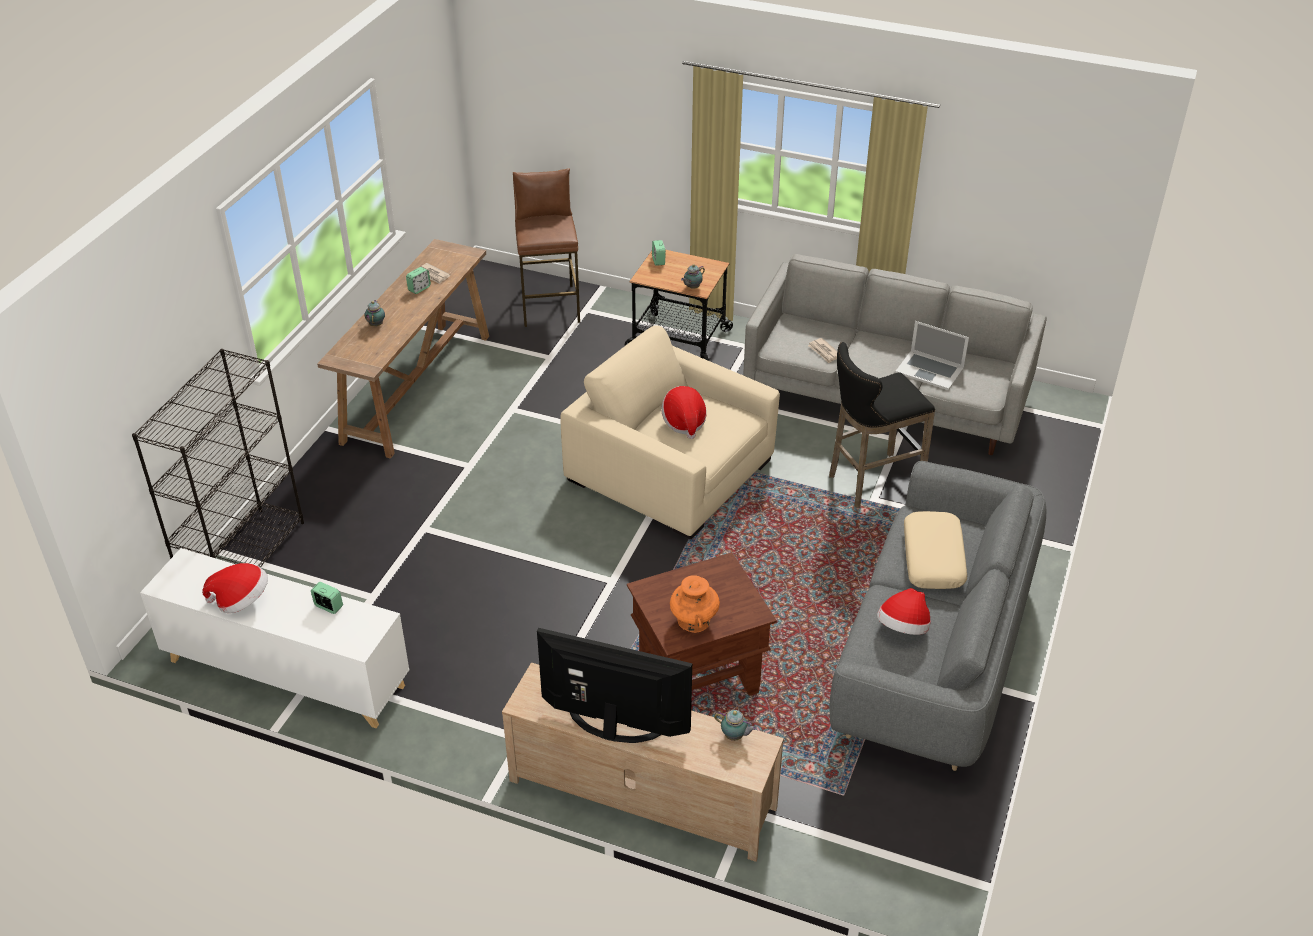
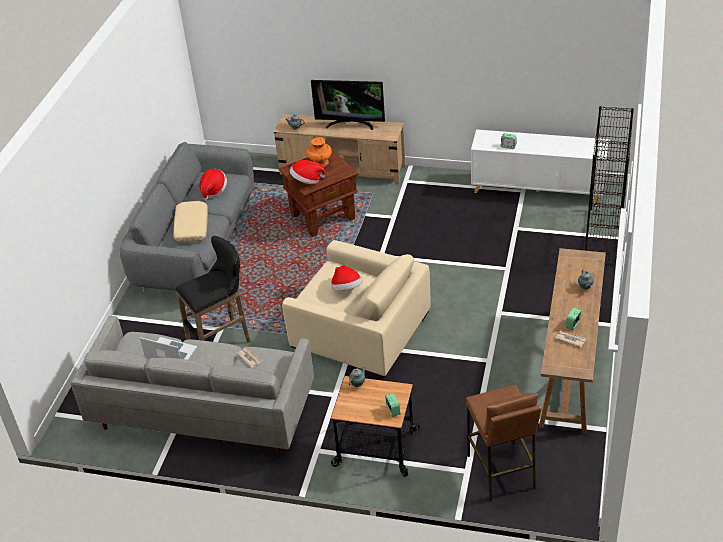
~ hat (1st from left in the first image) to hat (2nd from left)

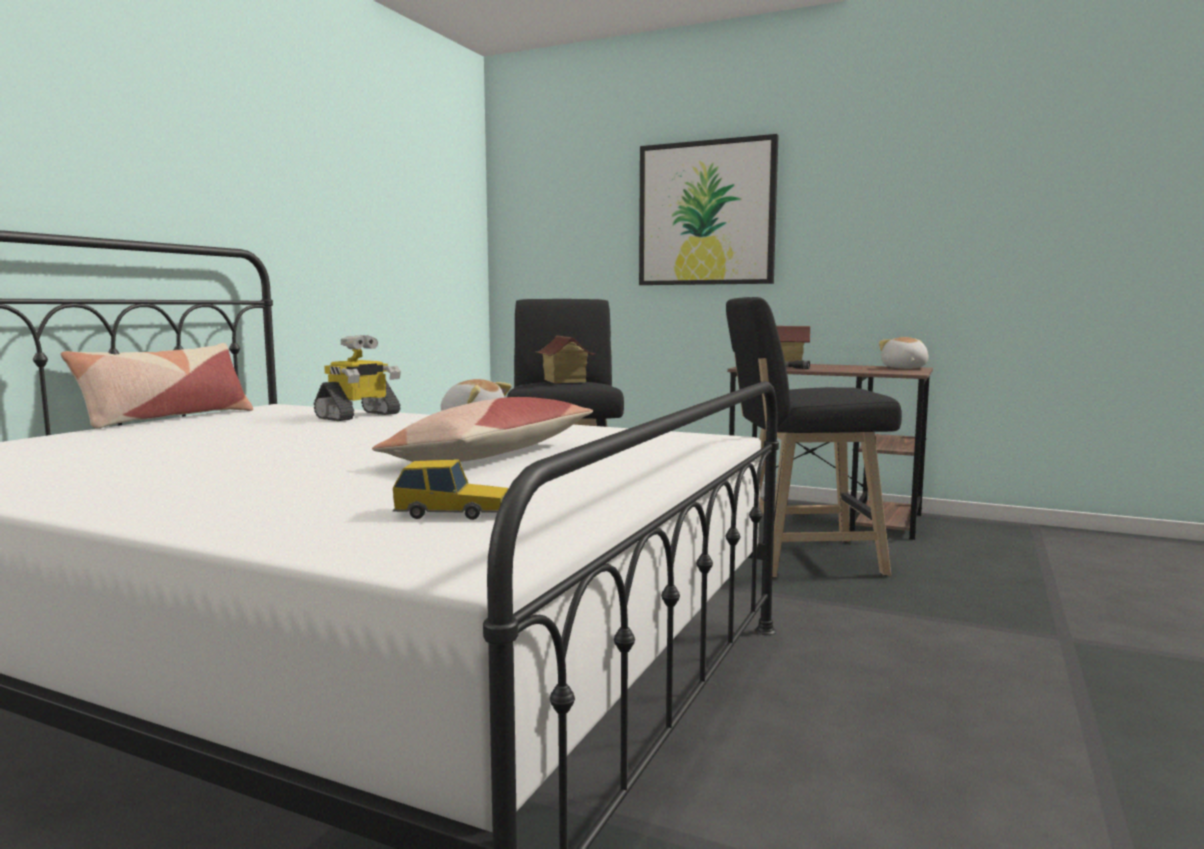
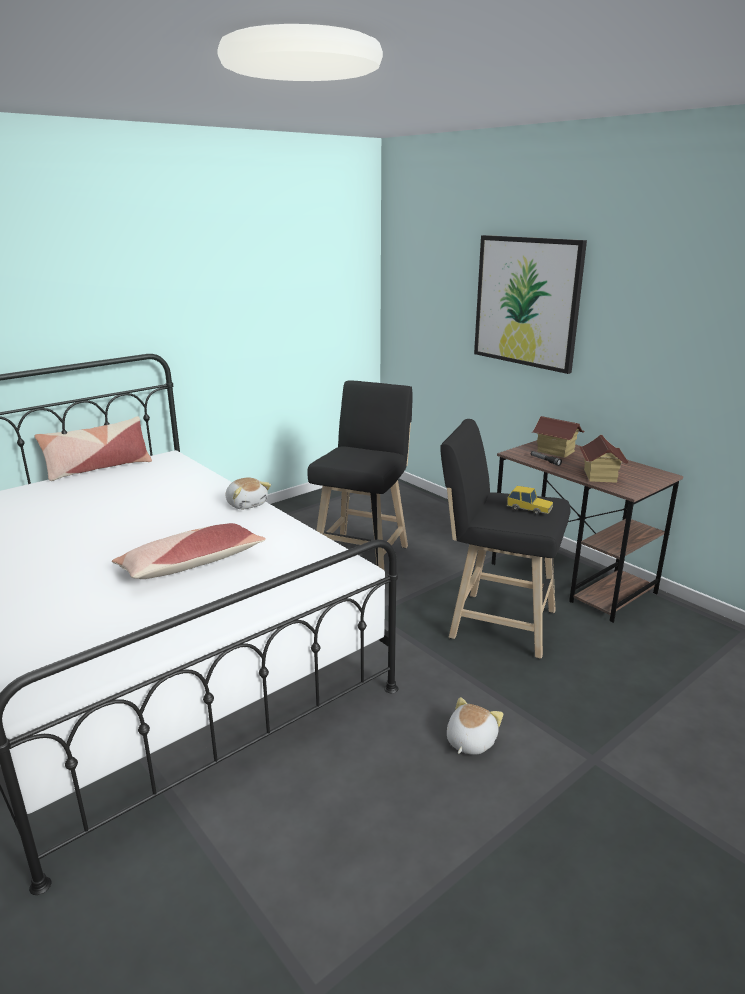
- toy robot
~ toy house (1st from left in the first image) to toy house (2nd from left)
~ plush toy (2nd from left)
~ toy car

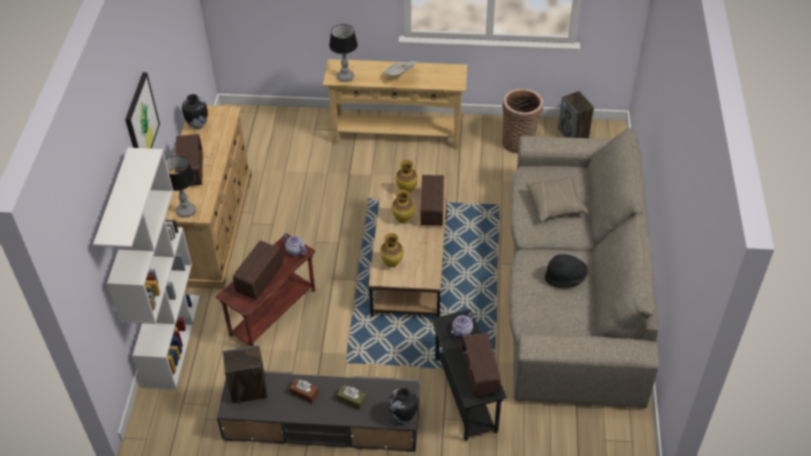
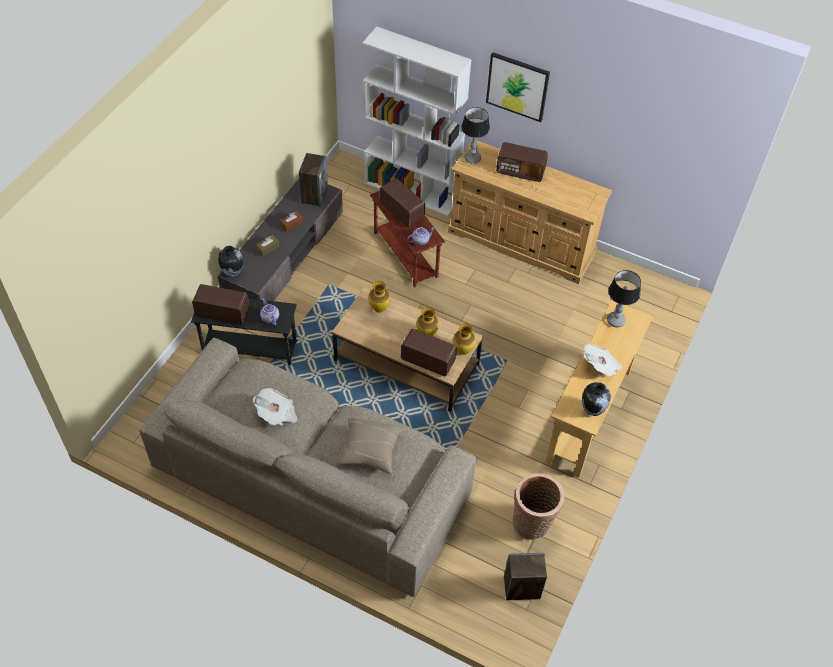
~ vase (1st from left in the first image) to vase (5th from left)
~ black hat to newspaper (1st from left)

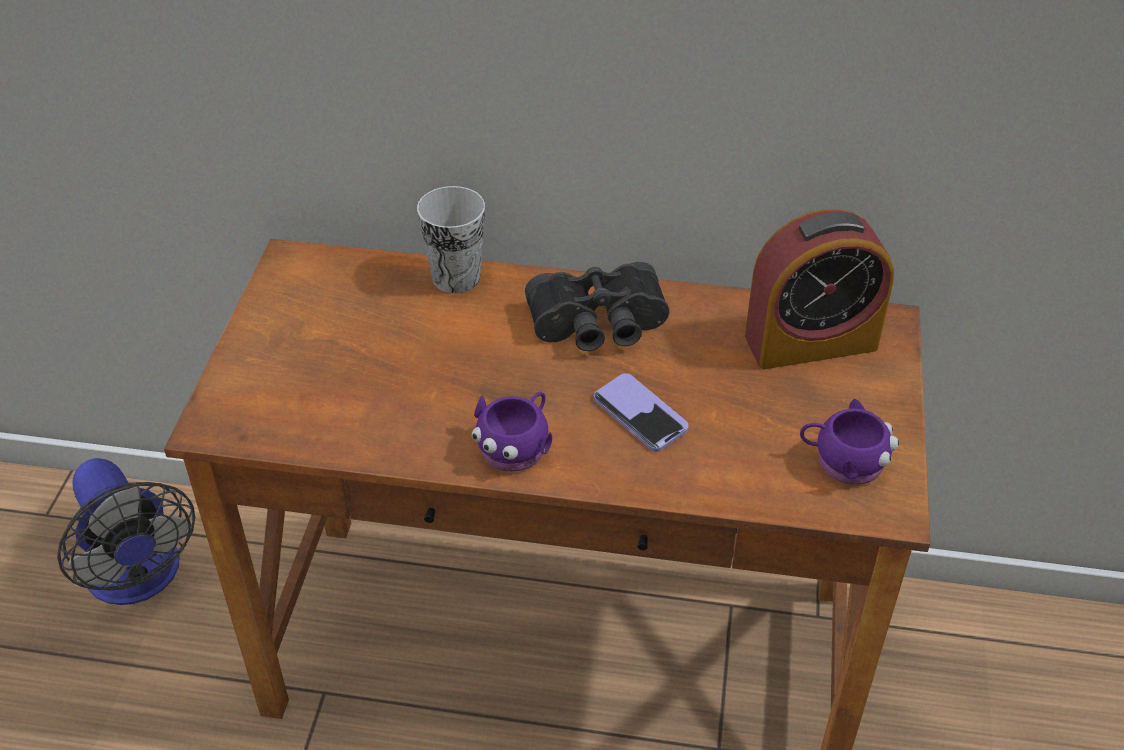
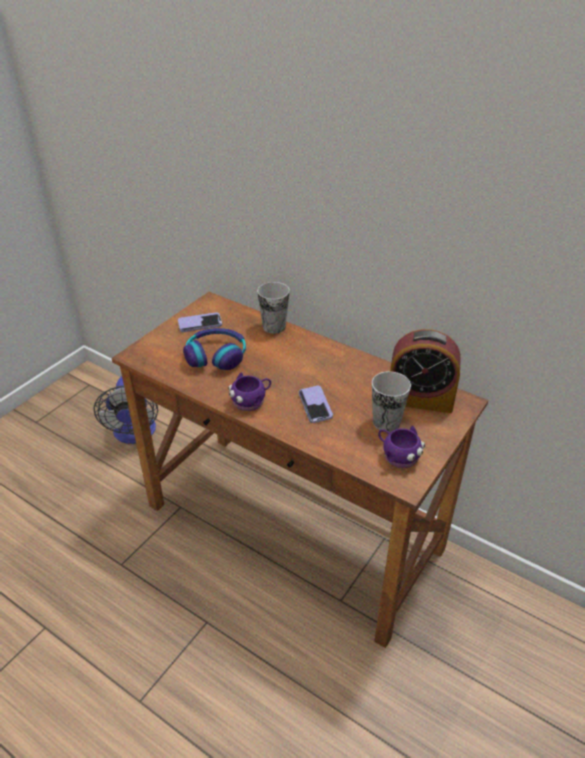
- black binoculars
+ phone (1st from left)
+ headphones
+ cup (2nd from left)

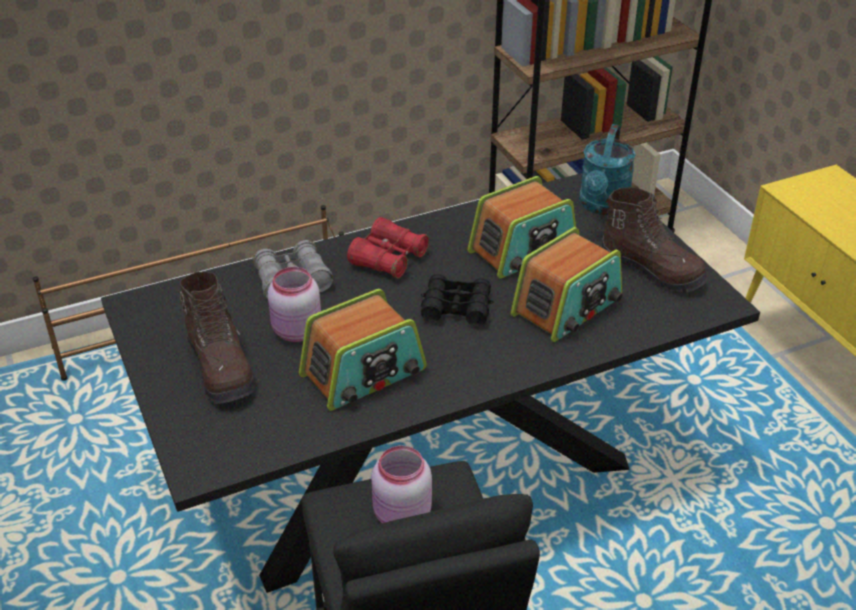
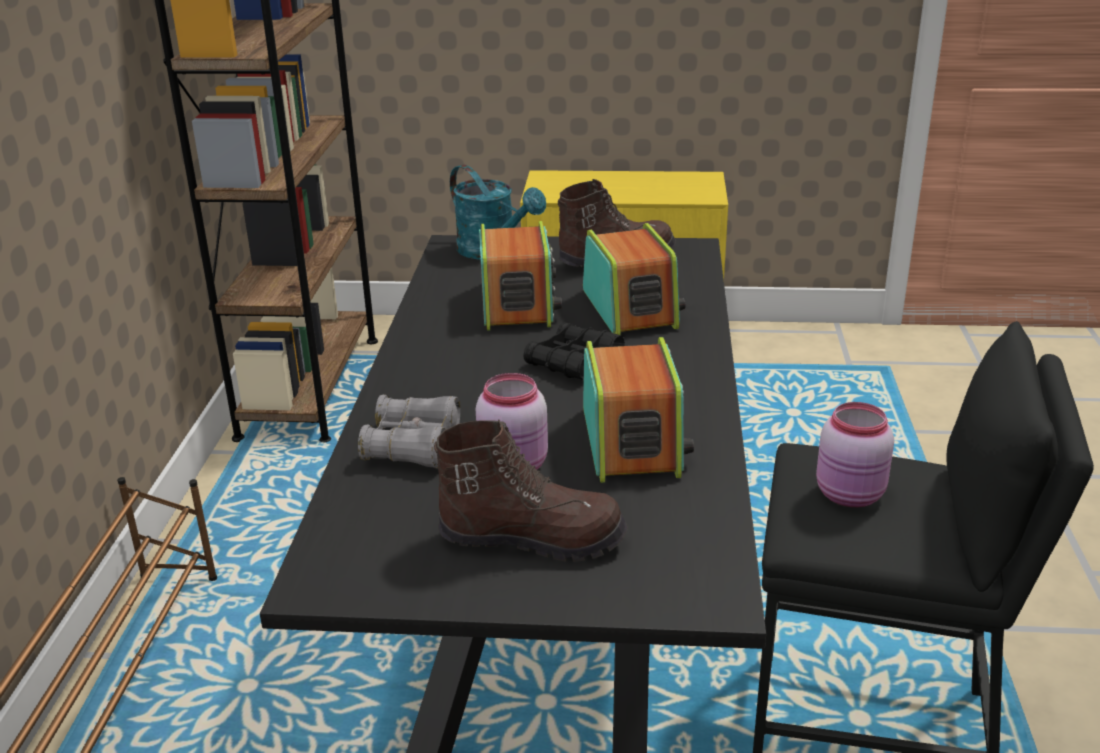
- red binoculars

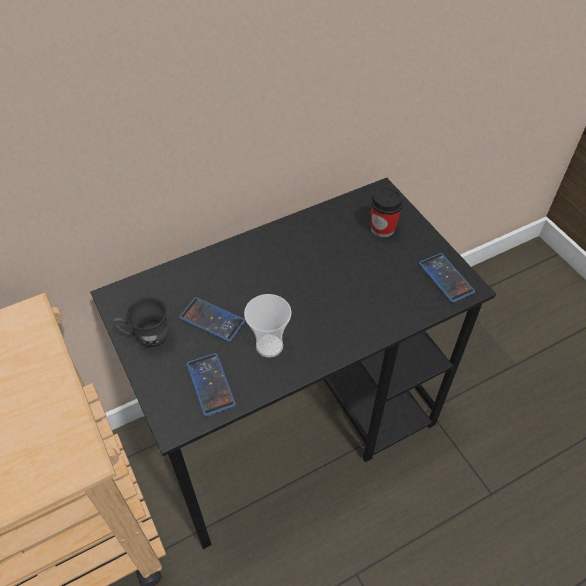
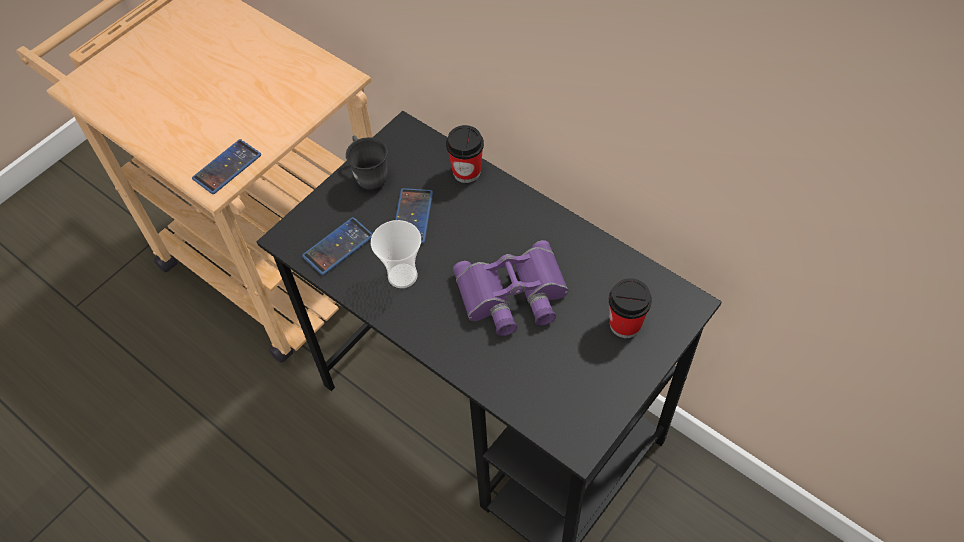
~ phone (3rd from left in the first image) to phone (1st from left)
+ cup (2nd from left)
+ purple binoculars

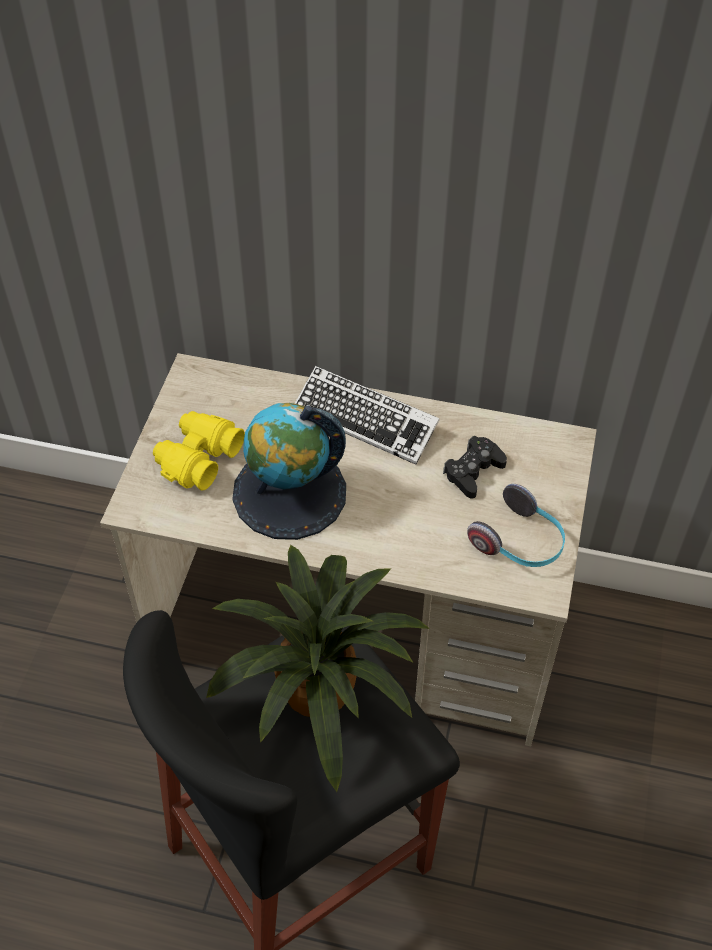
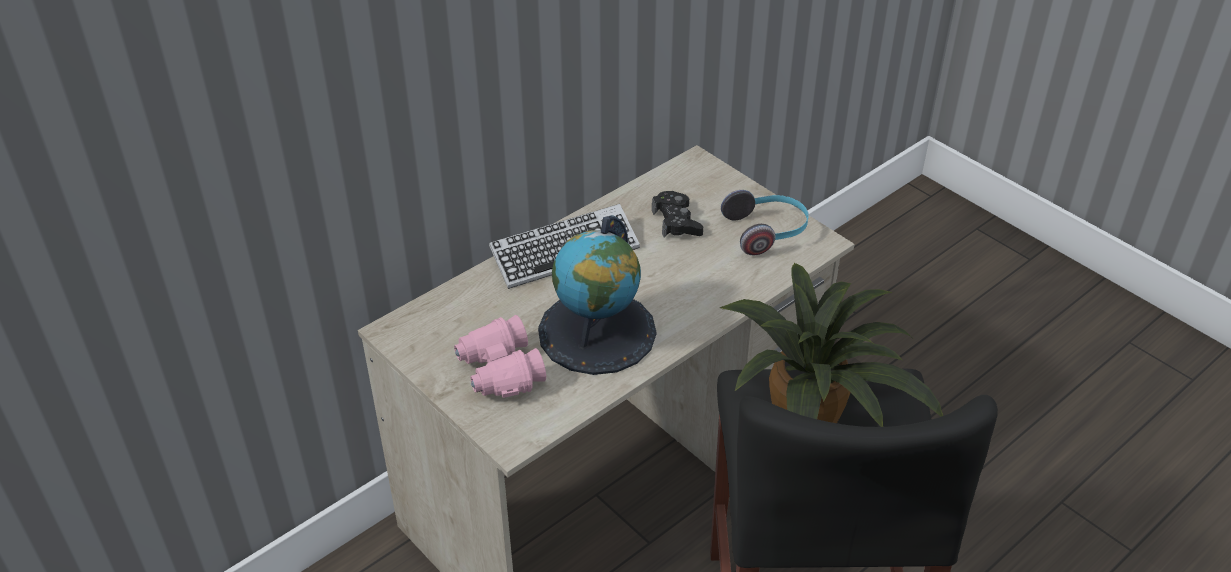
~ yellow binoculars to pink binoculars

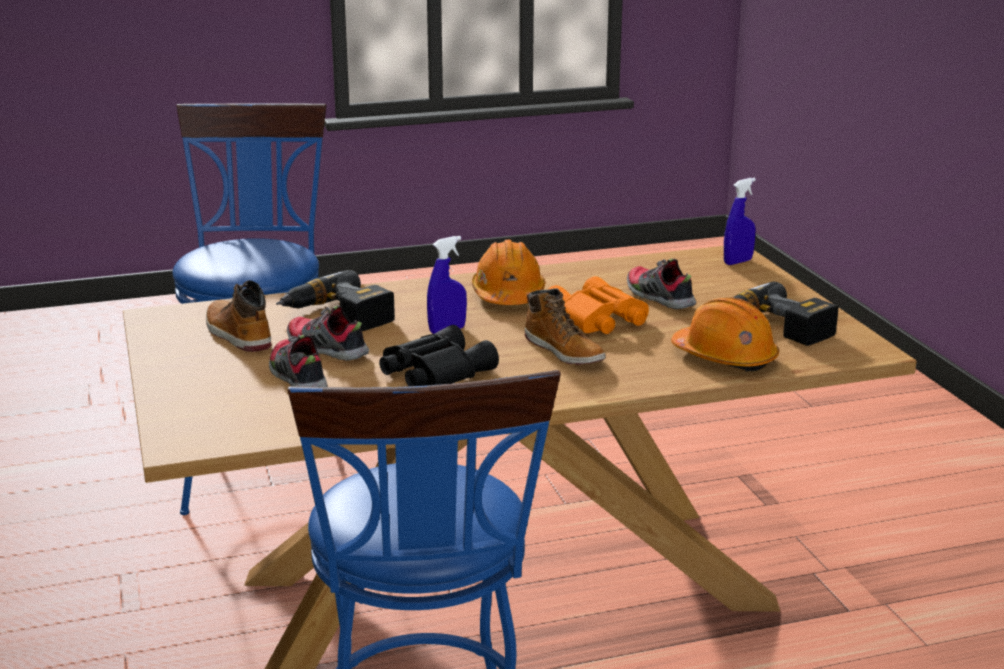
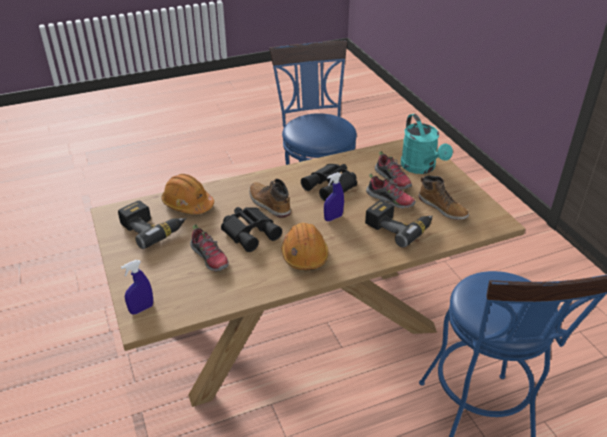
~ orange binoculars to black binoculars (1st from left)
+ turquoise watering can

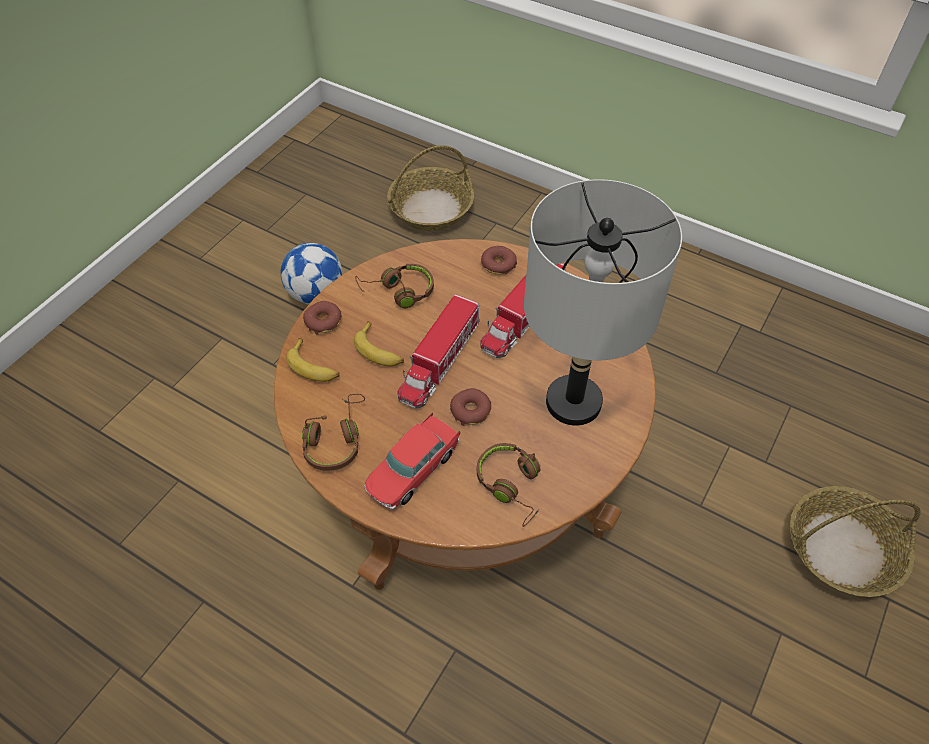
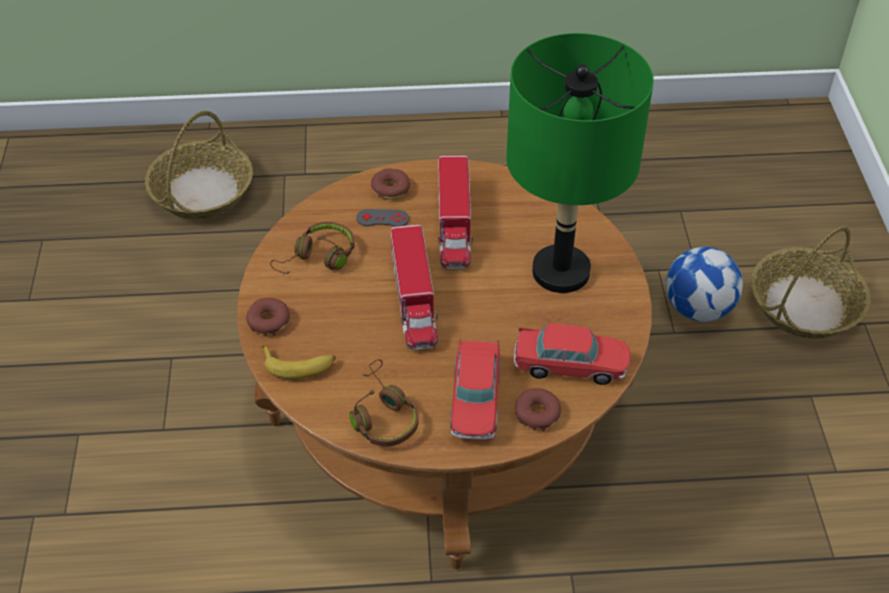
~ grey table lamp to green table lamp
~ football
- banana (2nd from left)
~ donut (2nd from left in the first image) to donut (3rd from left)
~ brown headphones (3rd from left) to toy car (2nd from left)
+ grey game controller

